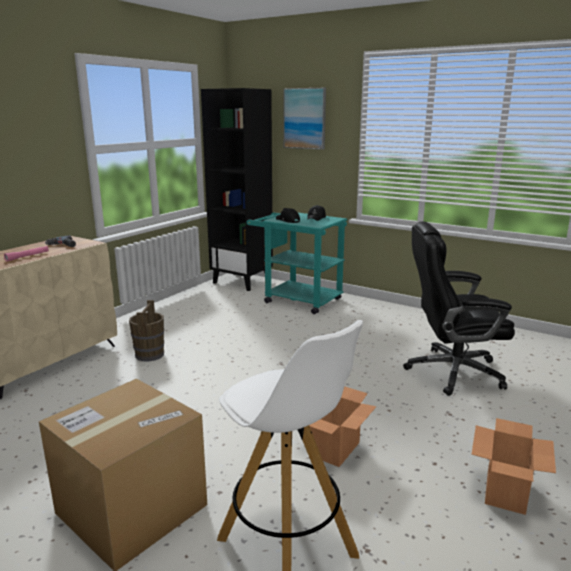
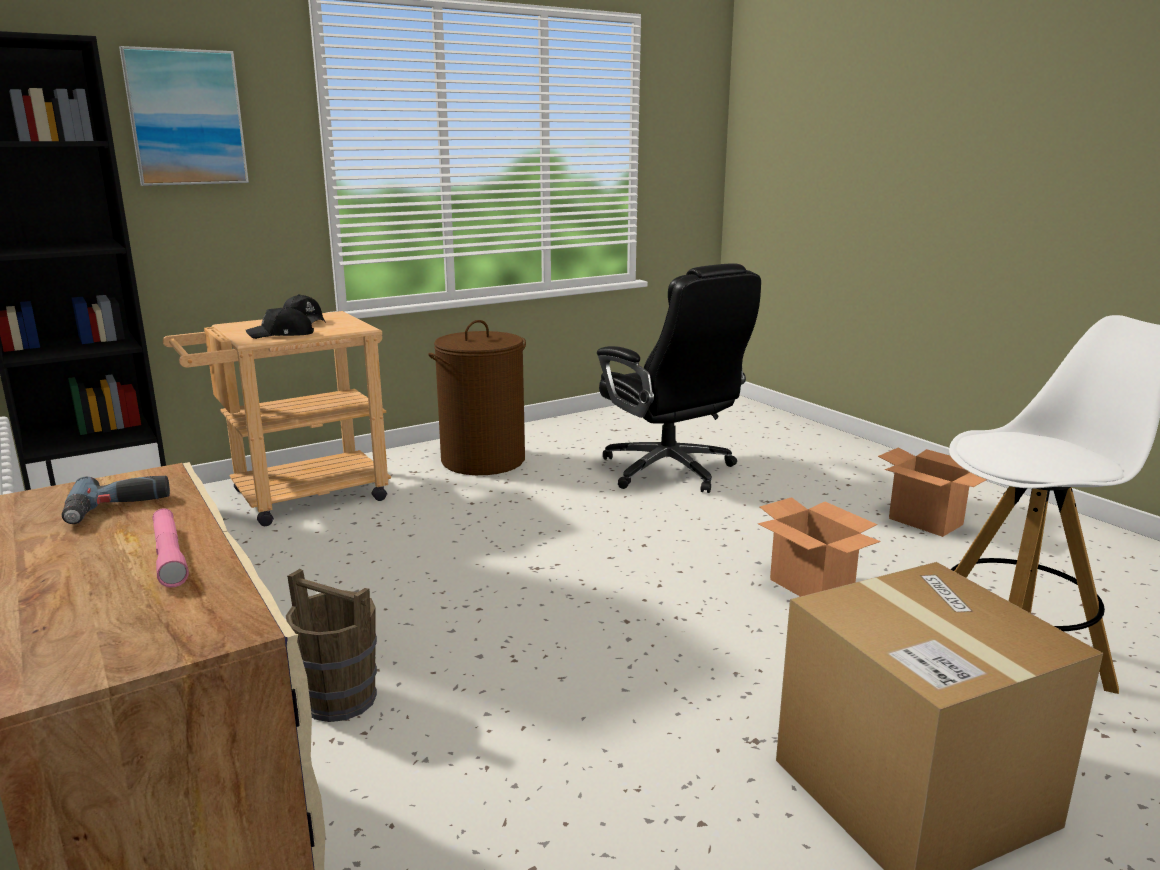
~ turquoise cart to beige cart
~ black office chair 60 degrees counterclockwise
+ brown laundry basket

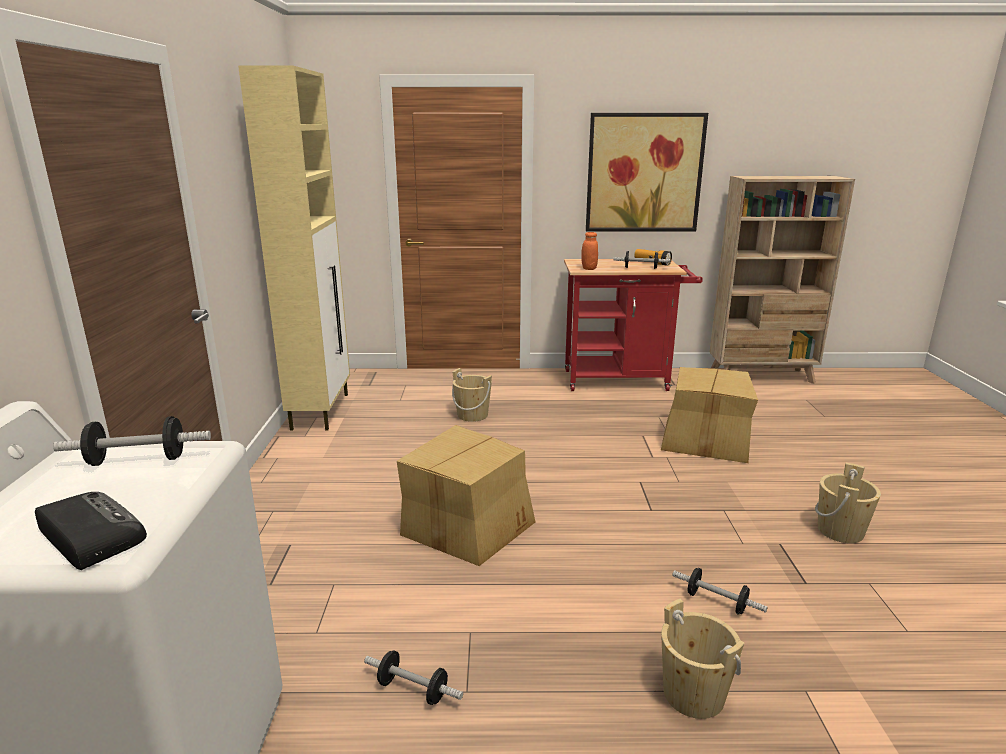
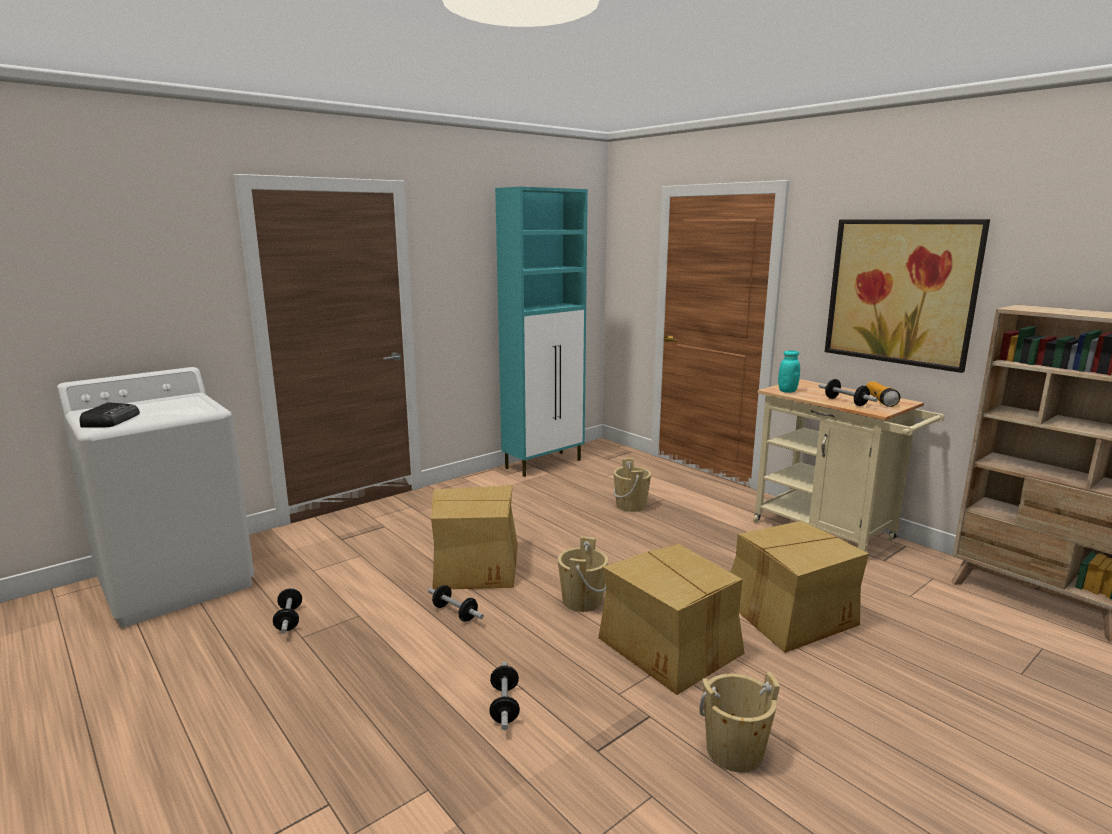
~ beige cabinet to turquoise cabinet
~ orange jar to turquoise jar
~ red cart to beige cart
~ dumbbell (1st from left in the first image) to dumbbell (2nd from left)
~ beige bucket (2nd from left in the first image) to beige bucket (1st from left)
+ cardboard box (2nd from left)

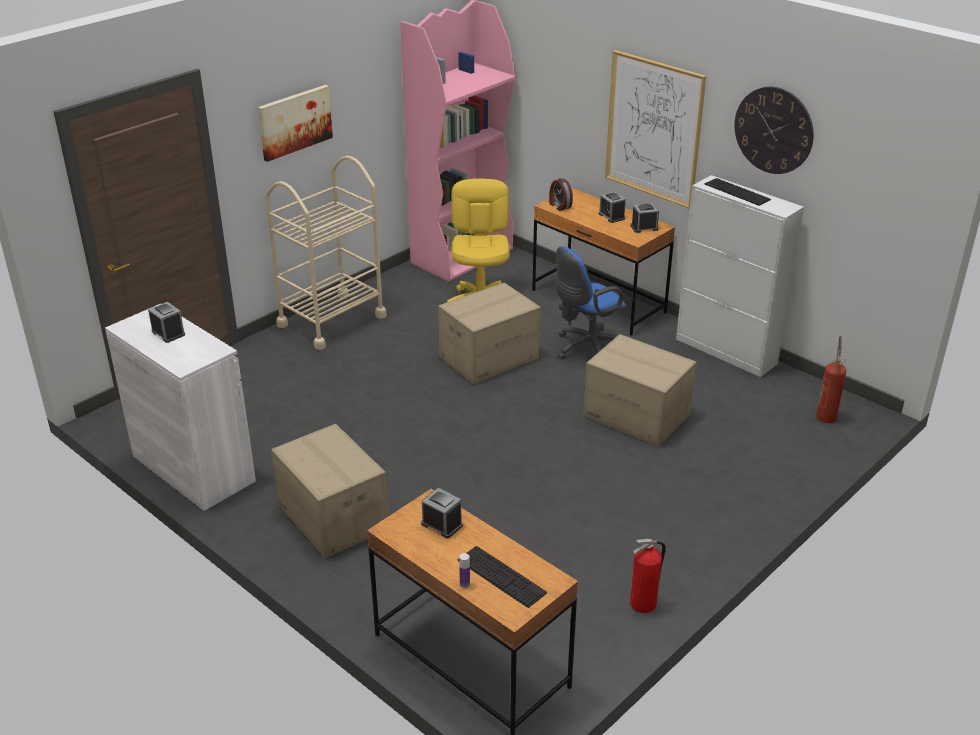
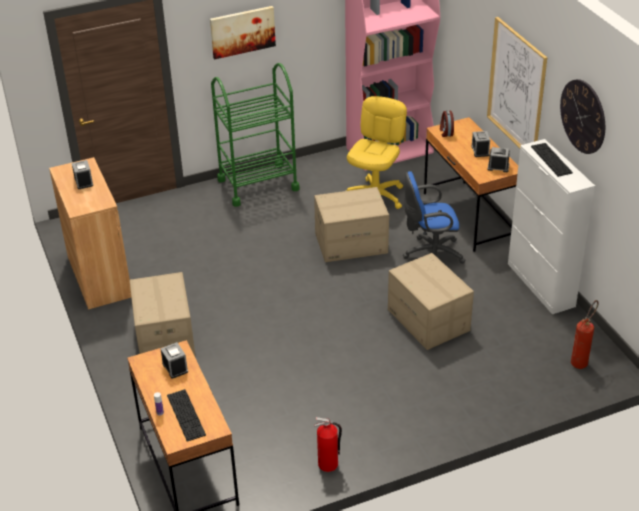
~ beige cart to green cart
~ white cabinet (1st from left) to brown cabinet

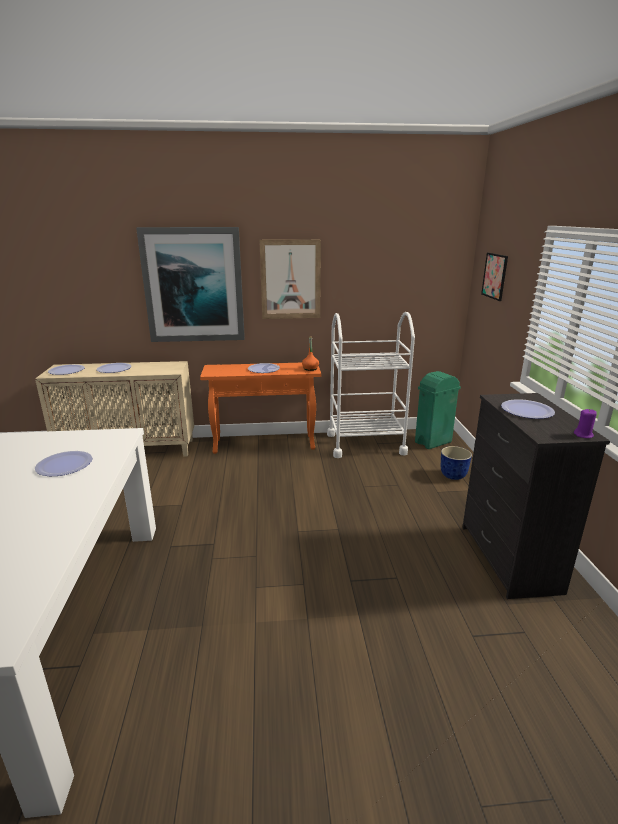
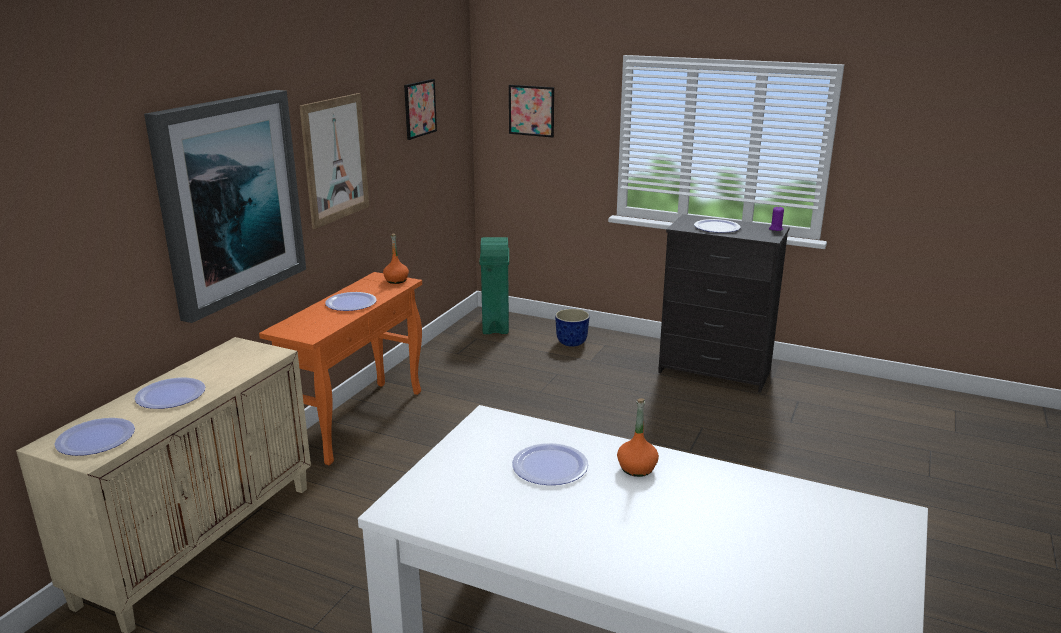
- white cart
+ picture (3rd from left)
+ orange bottle (2nd from left)

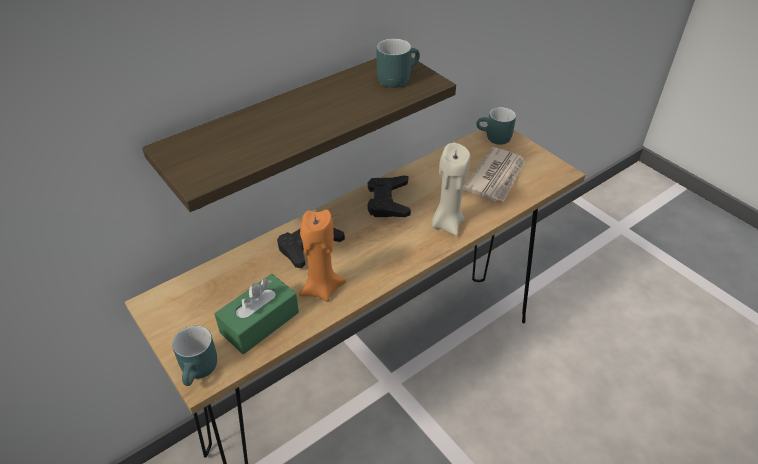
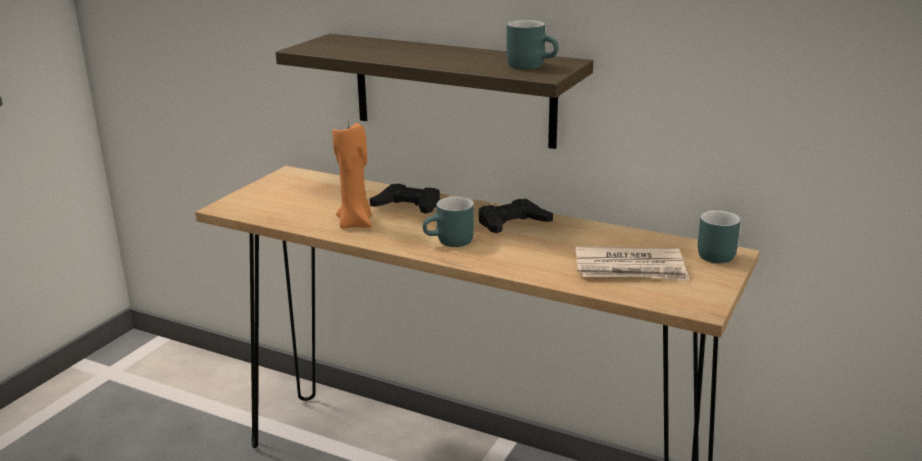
- beige candle
- green tissue box
~ turquoise mug (1st from left)

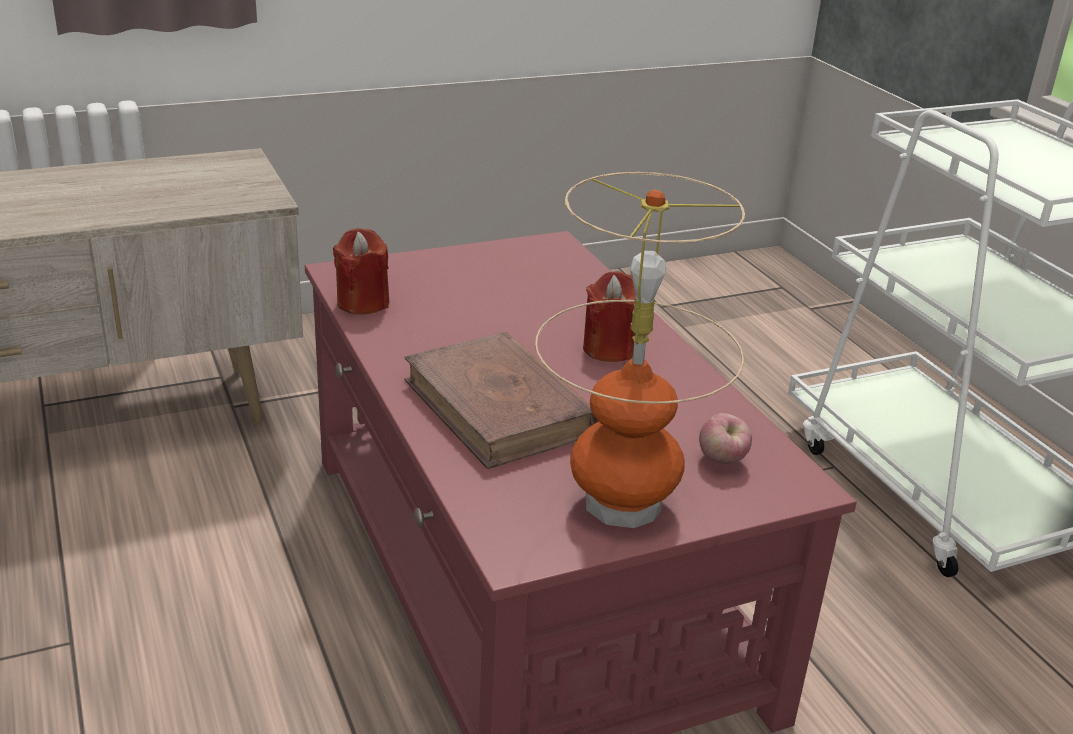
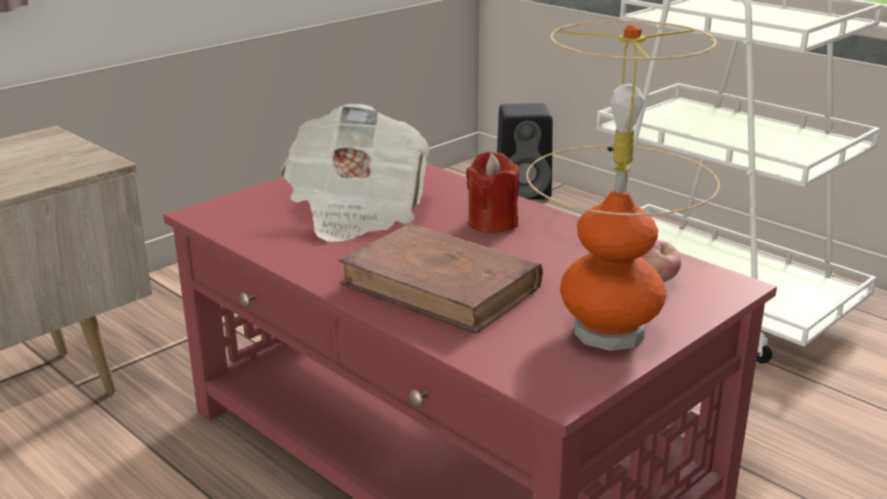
- red candle (1st from left)
+ black speaker
+ newspaper

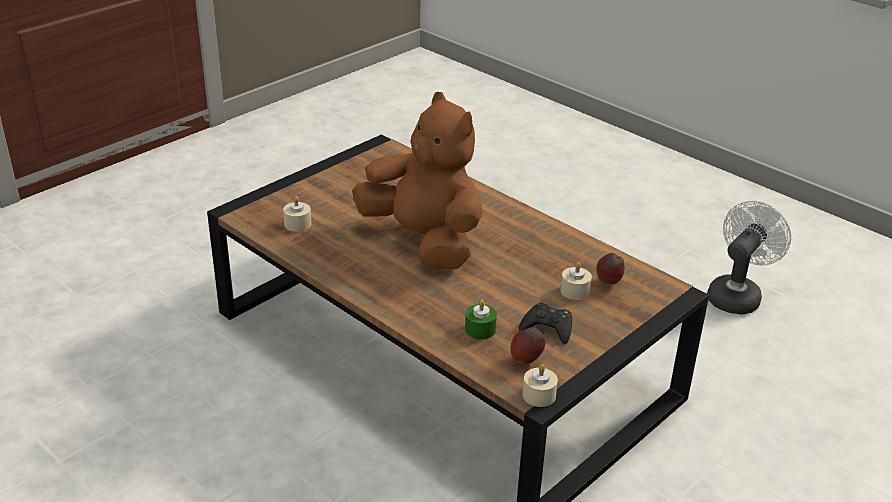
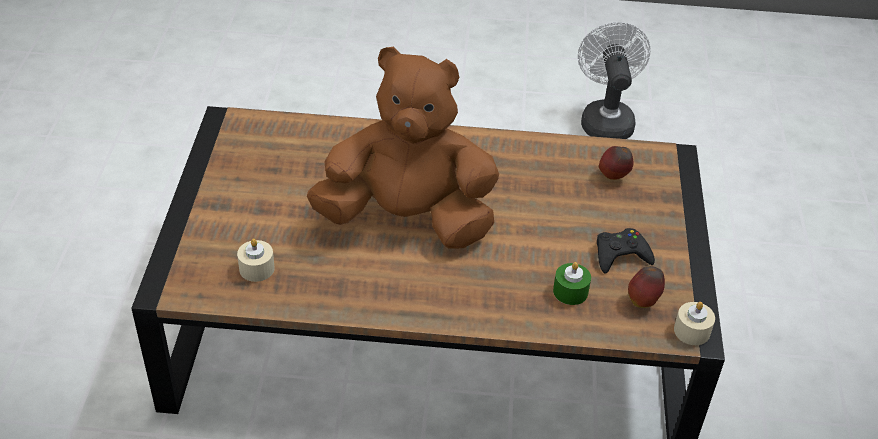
- beige candle (3rd from left)

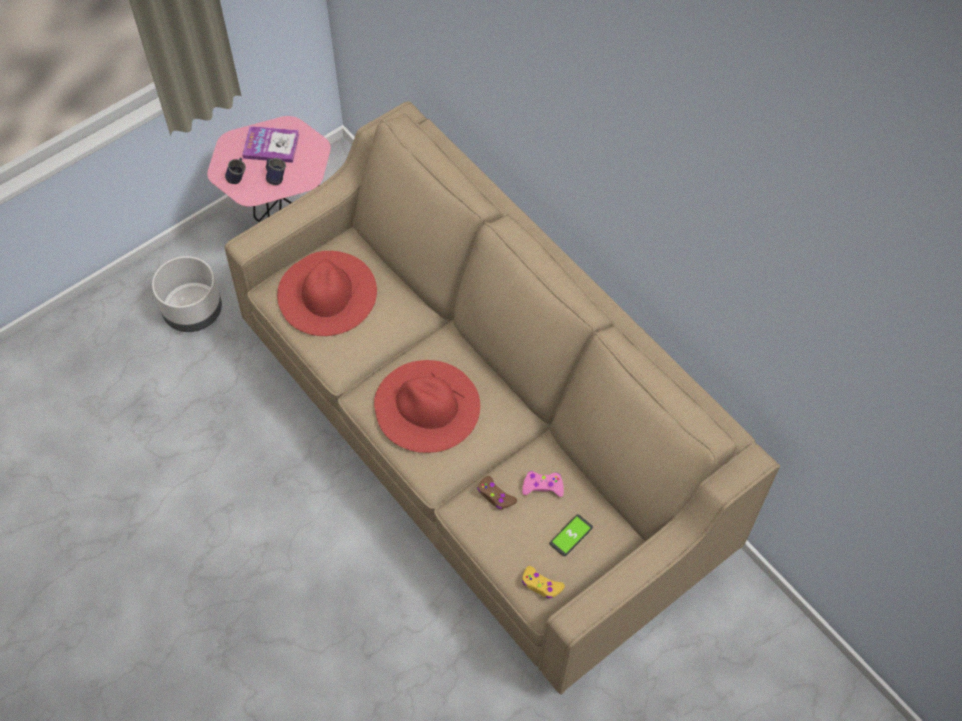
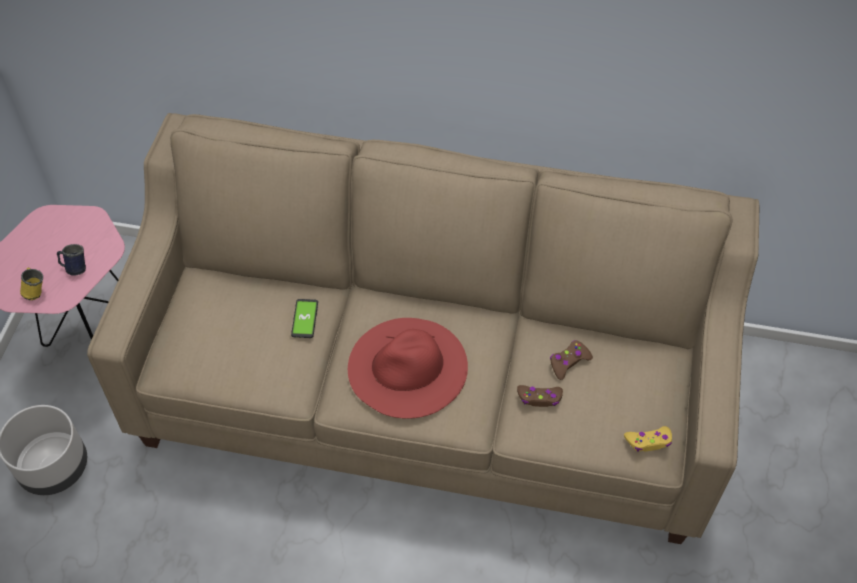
- book
~ blue mug (1st from left) to yellow mug
- red hat (1st from left)
~ pink game controller to brown game controller (2nd from left)
~ phone

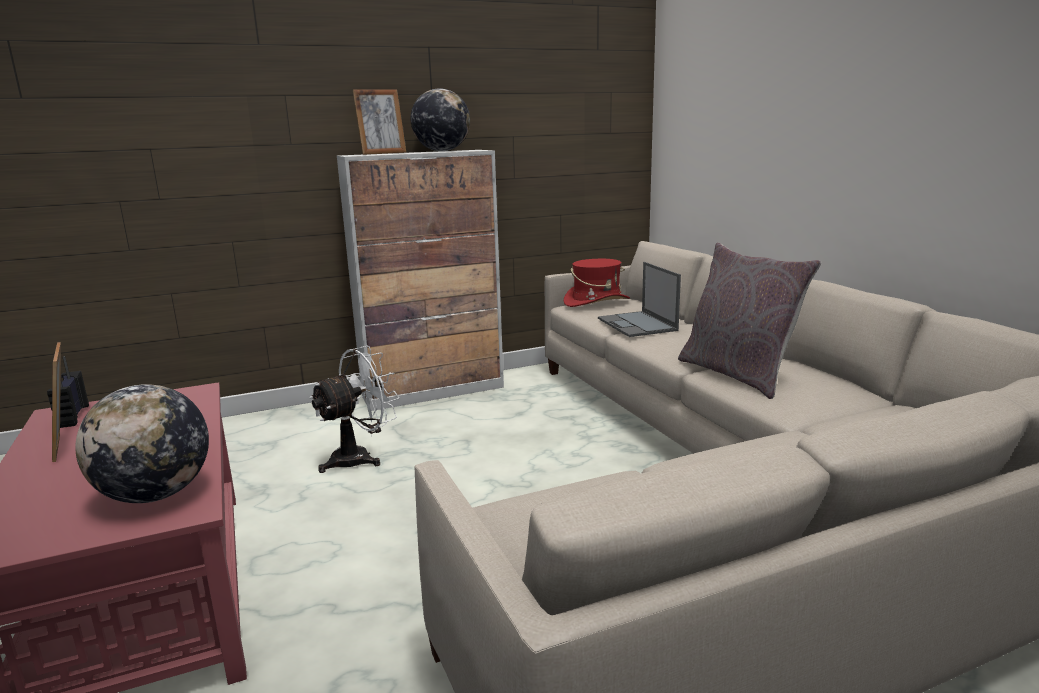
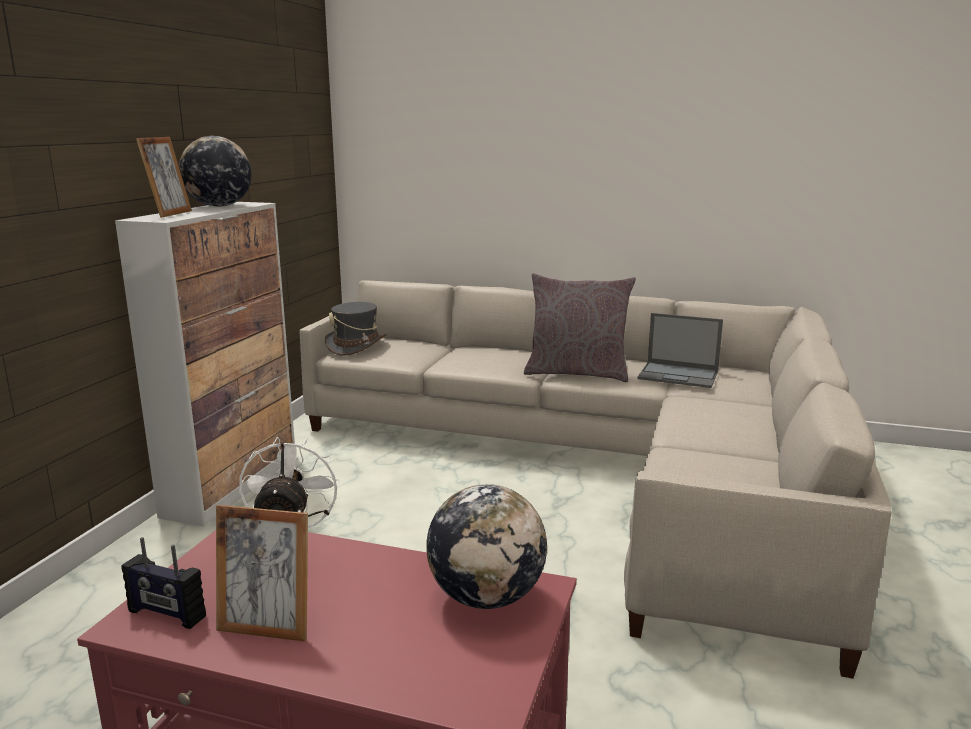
~ red hat to grey hat
~ laptop

